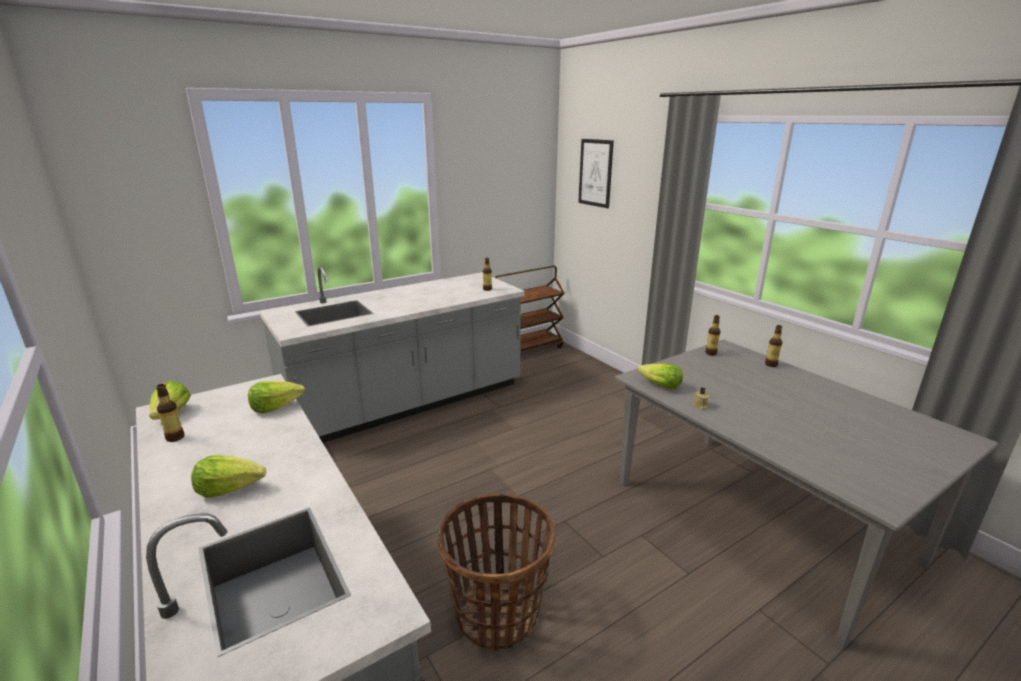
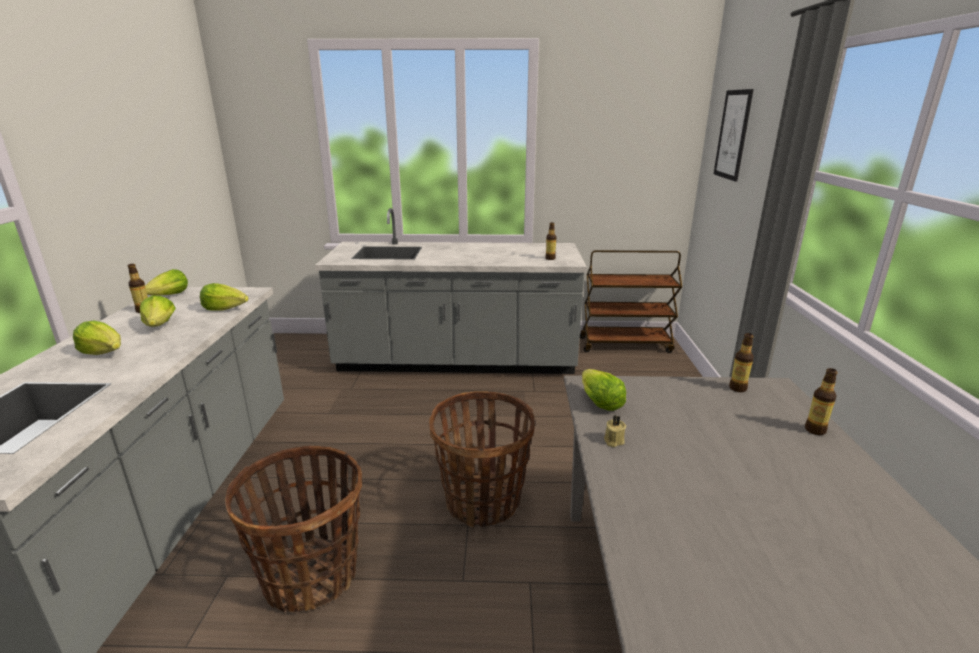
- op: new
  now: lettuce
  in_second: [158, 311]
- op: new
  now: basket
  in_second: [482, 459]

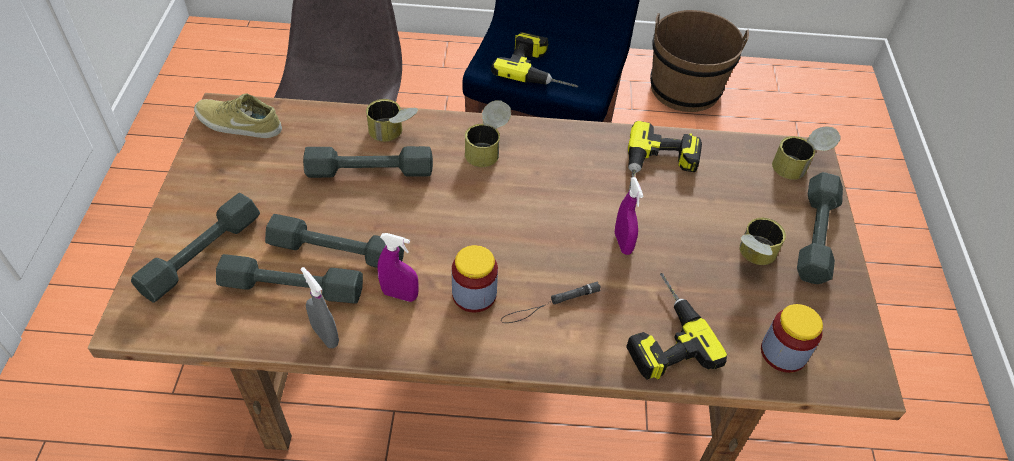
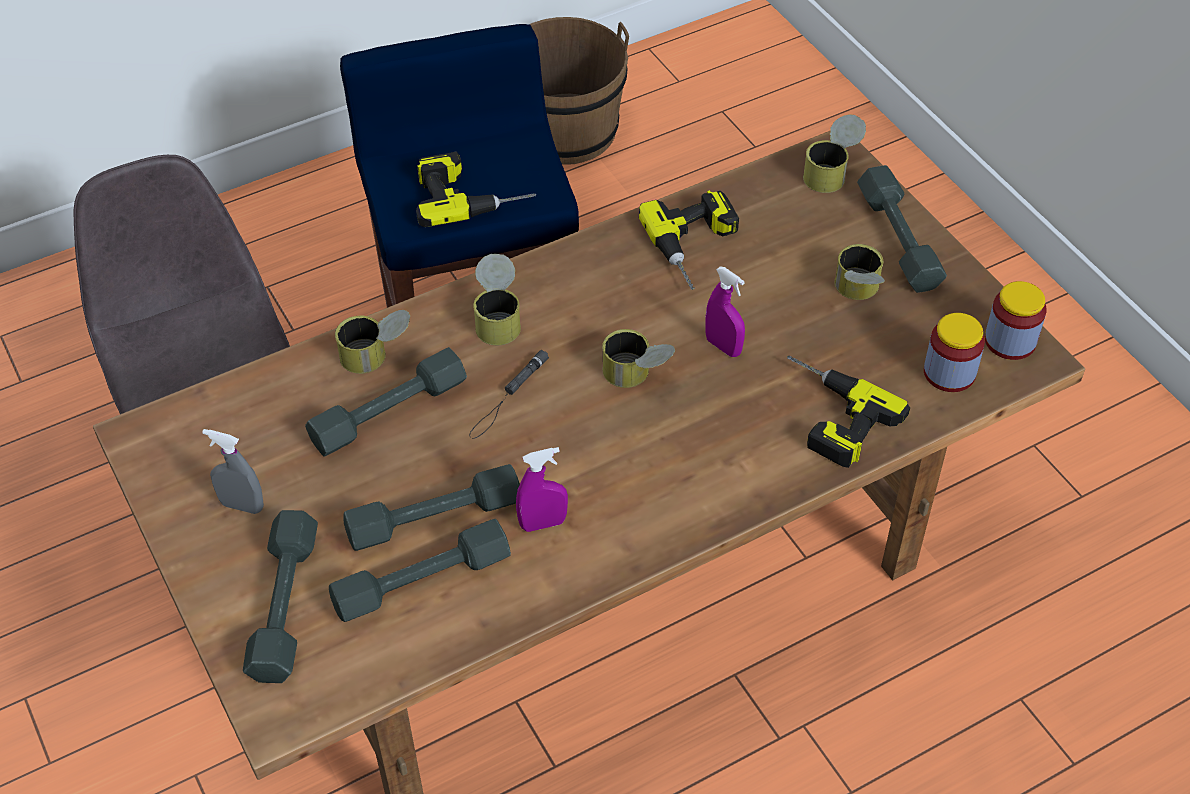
- op: gone
  was: shoe/beige
  in_first: [238, 115]
- op: shifted
  was: spray bottle/grey
  in_first: [320, 307]
  in_second: [233, 471]
- op: shifted
  was: jar
  in_first: [475, 278]
  in_second: [1016, 320]
- op: shifted
  was: flashlight/black
  in_first: [551, 302]
  in_second: [509, 394]
- op: new
  now: can
  in_second: [638, 358]

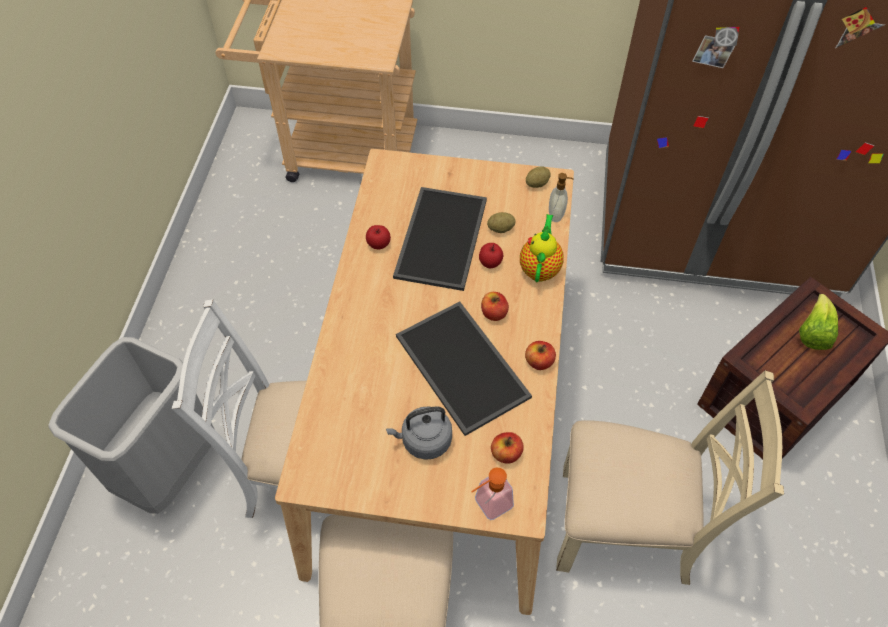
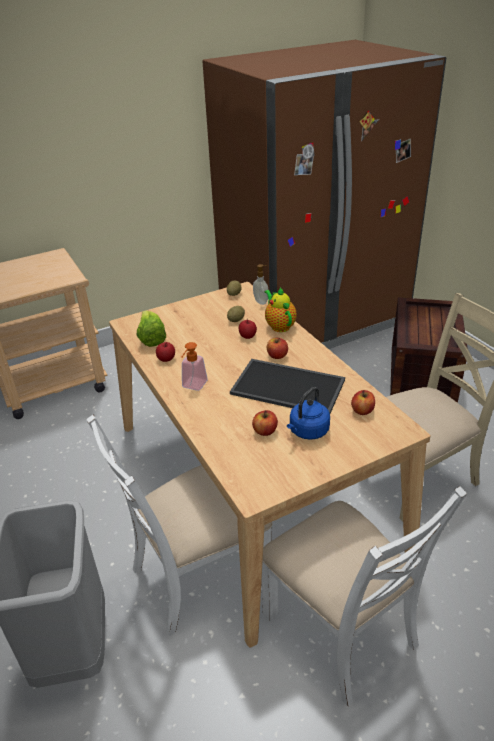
- op: repainted
  was: kettle/grey
  now: kettle/blue
  in_first: [419, 433]
  in_second: [308, 413]
- op: gone
  was: tray
  in_first: [440, 239]
- op: shifted
  was: soap dispenser
  in_first: [492, 494]
  in_second: [194, 366]
- op: shifted
  was: apple
  in_first: [540, 355]
  in_second: [265, 423]
- op: shifted
  was: lettuce
  in_first: [818, 322]
  in_second: [151, 328]

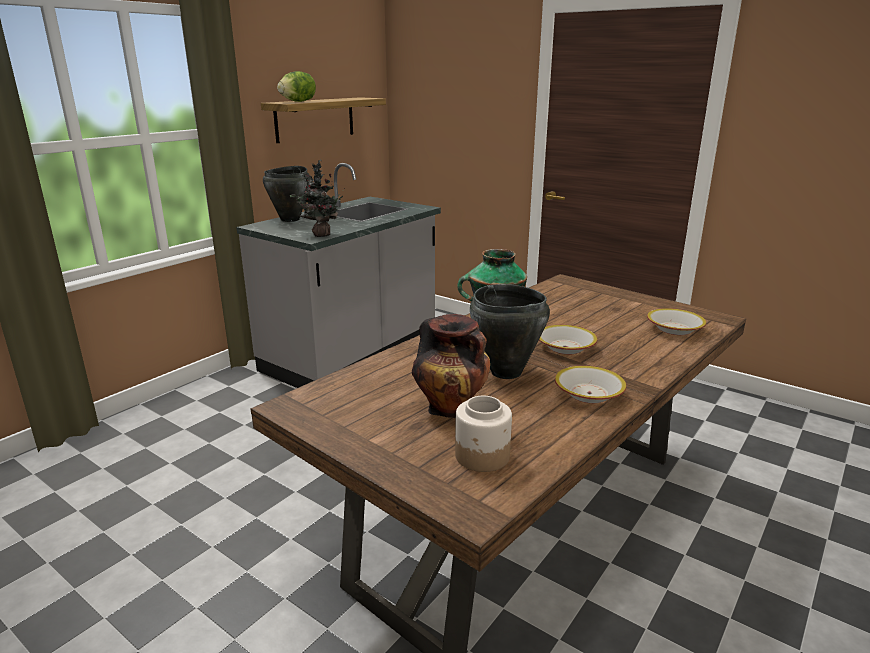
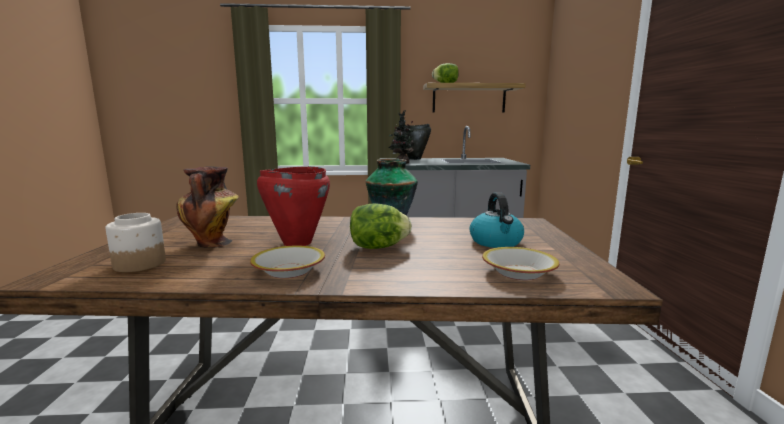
- op: repainted
  was: cooking pot/black
  now: cooking pot/red
  in_first: [510, 331]
  in_second: [293, 206]
- op: swapped
  was: bowl
  now: lettuce
  in_first: [568, 339]
  in_second: [381, 226]
- op: new
  now: kettle
  in_second: [497, 220]

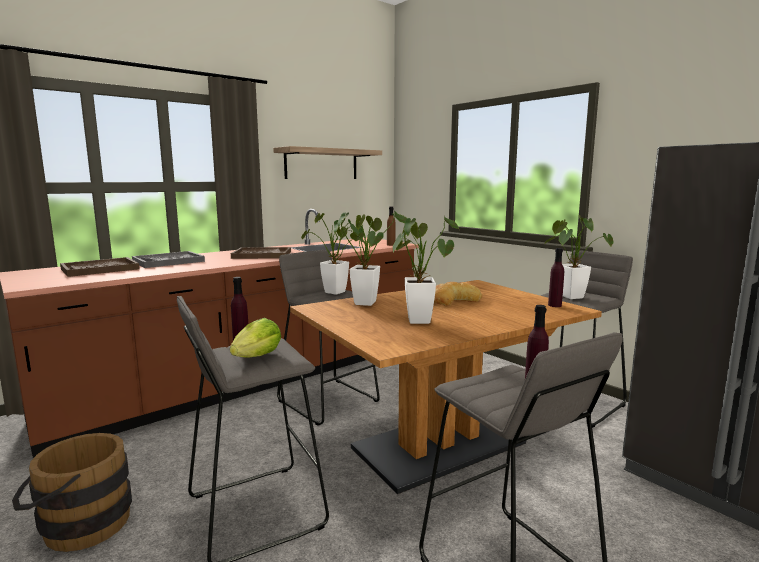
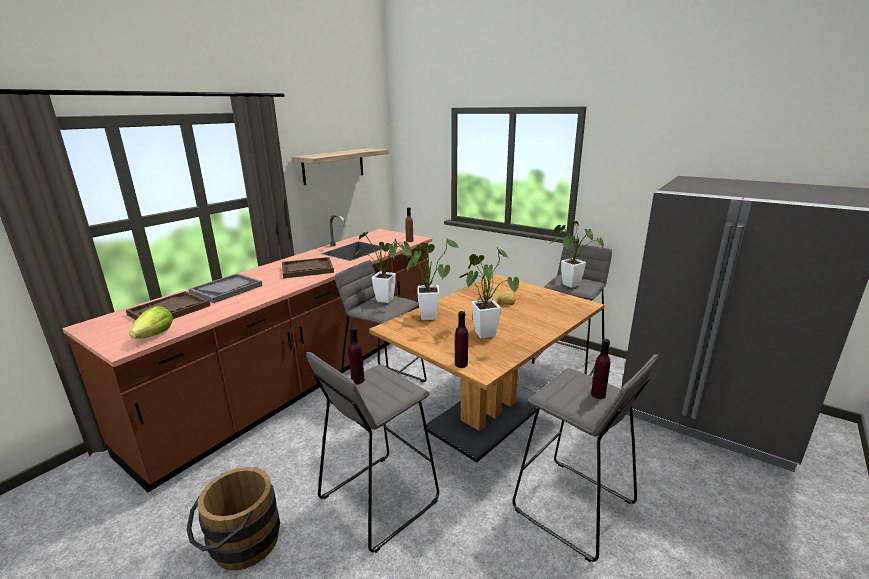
- op: shifted
  was: lettuce
  in_first: [255, 338]
  in_second: [151, 322]
- op: shifted
  was: bottle/purple
  in_first: [556, 277]
  in_second: [461, 339]

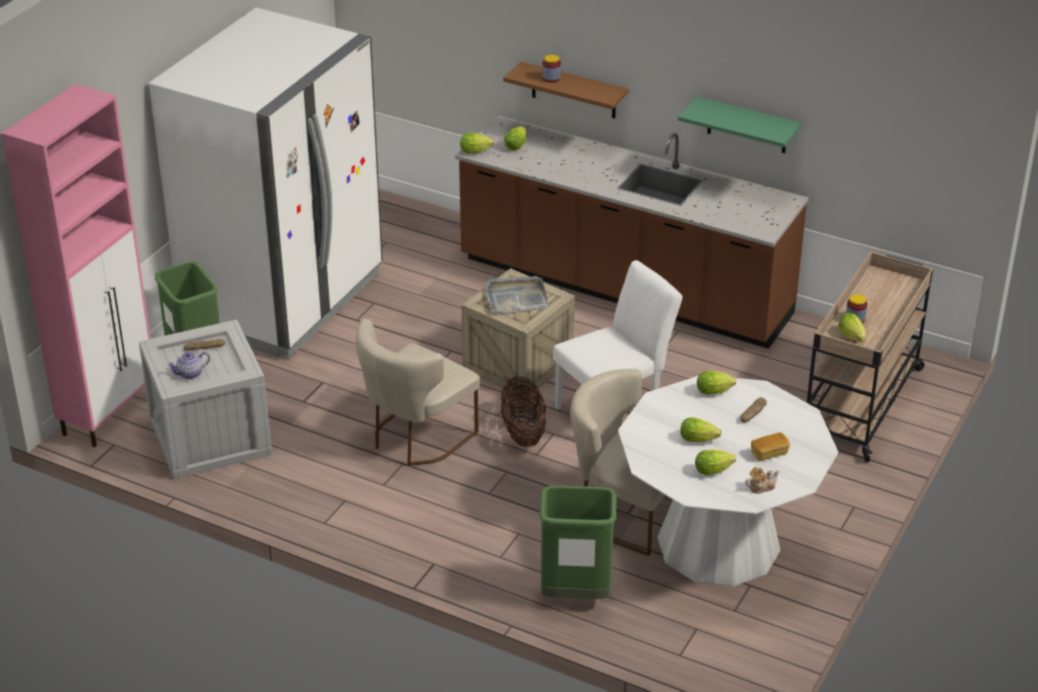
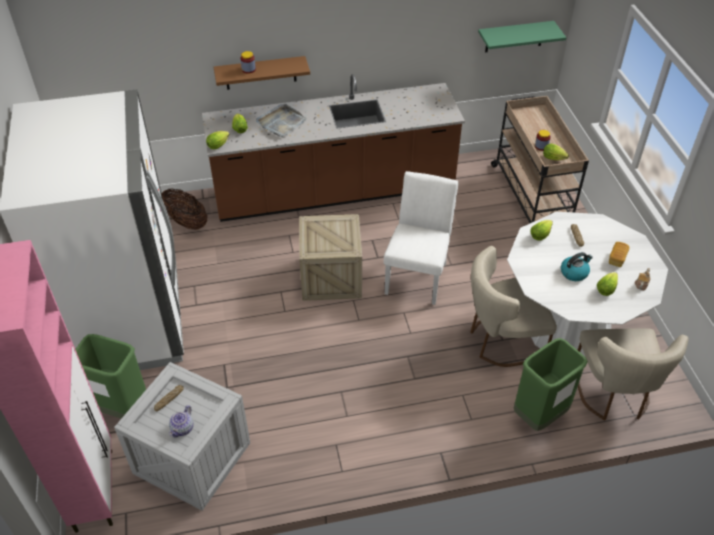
- op: shifted
  was: chair/beige
  in_first: [418, 392]
  in_second: [633, 374]
- op: shifted
  was: tray/grey
  in_first: [517, 294]
  in_second: [281, 120]
- op: shifted
  was: basket
  in_first: [523, 411]
  in_second: [184, 209]
- op: shifted
  was: shelf/green
  in_first: [740, 125]
  in_second: [522, 36]
- op: swapped
  was: lettuce
  now: kettle
  in_first: [701, 429]
  in_second: [577, 266]

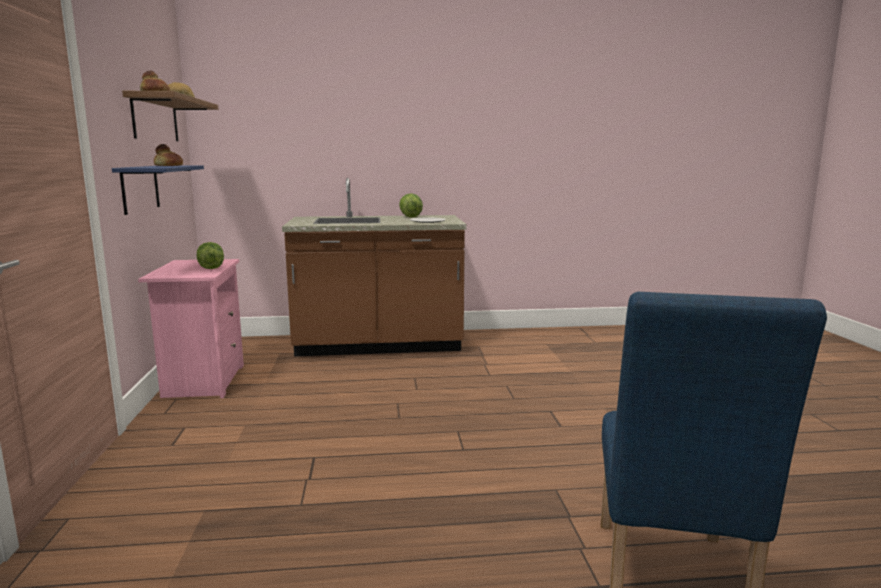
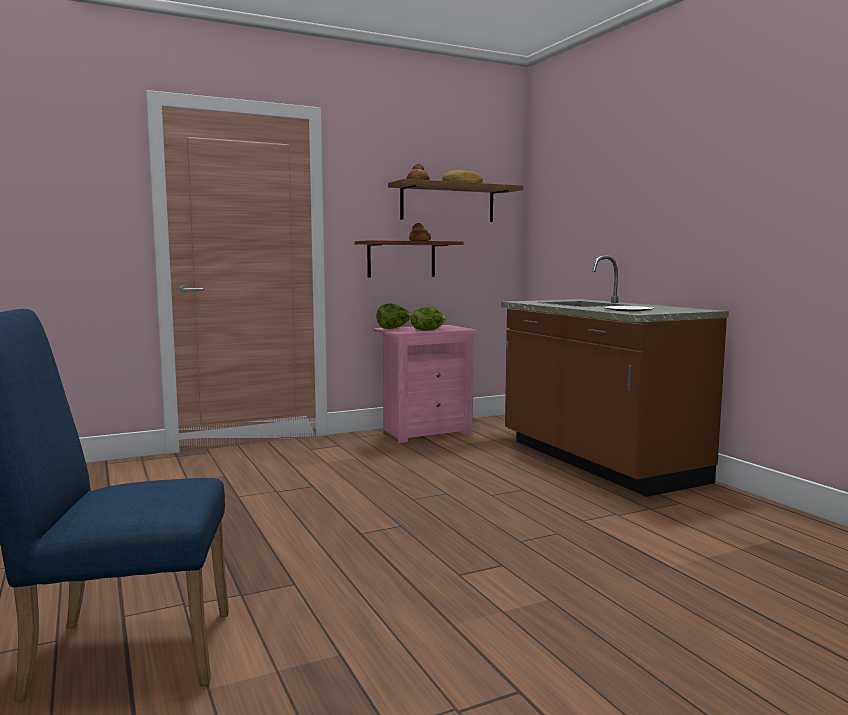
- op: repainted
  was: shelf/blue
  now: shelf/brown
  in_first: [158, 190]
  in_second: [409, 258]
- op: shifted
  was: lettuce
  in_first: [411, 205]
  in_second: [394, 316]

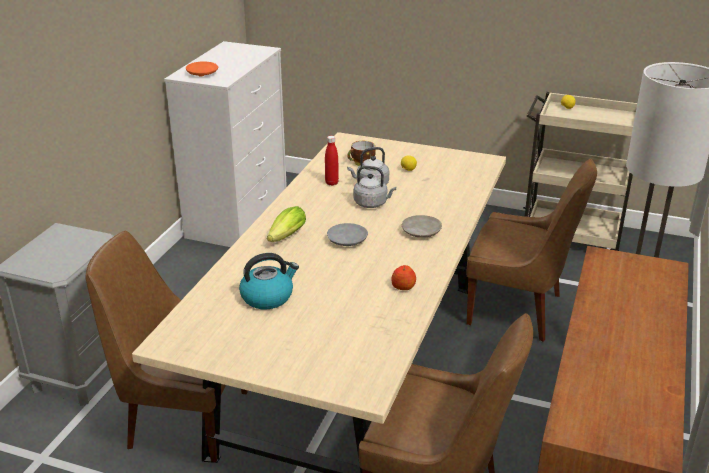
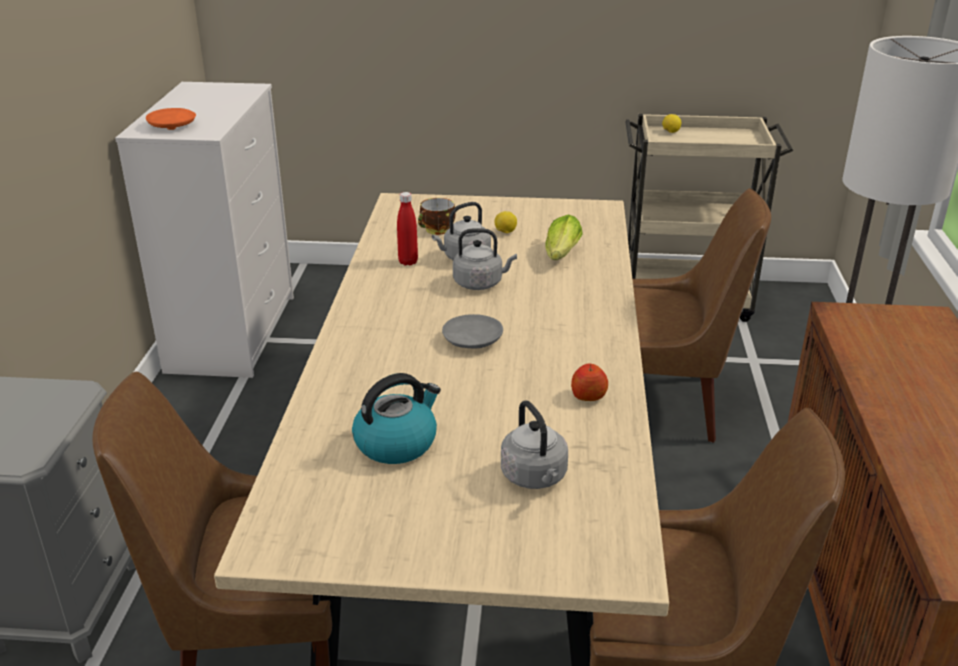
- op: shifted
  was: lettuce
  in_first: [286, 224]
  in_second: [564, 237]
- op: gone
  was: plate/beige
  in_first: [422, 226]
- op: new
  now: kettle/grey
  in_second: [534, 444]

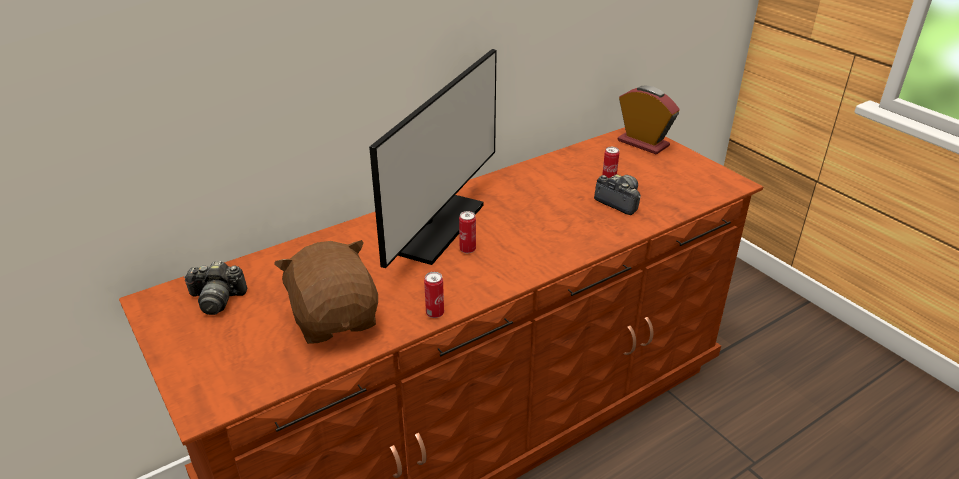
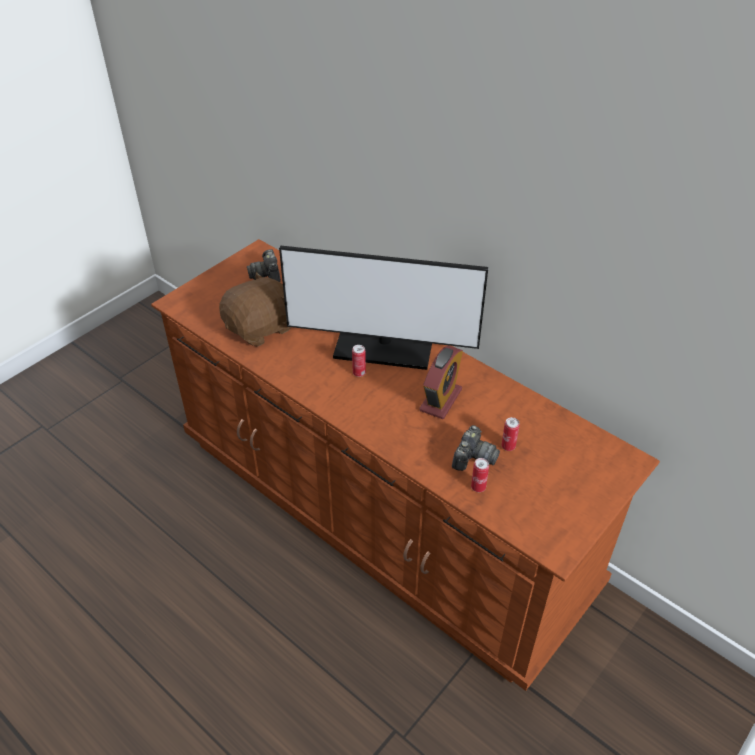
- op: shifted
  was: can
  in_first: [434, 295]
  in_second: [480, 475]
- op: shifted
  was: alarm clock
  in_first: [648, 120]
  in_second: [441, 382]

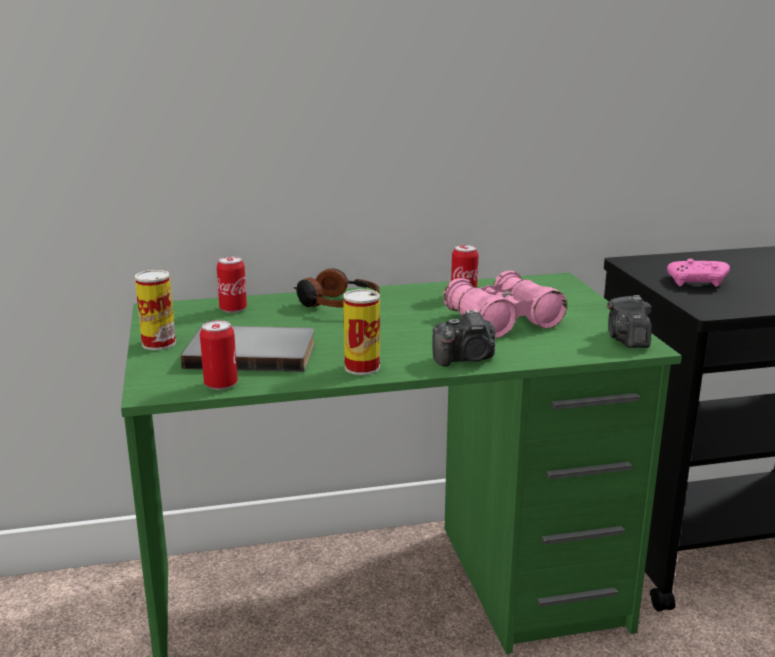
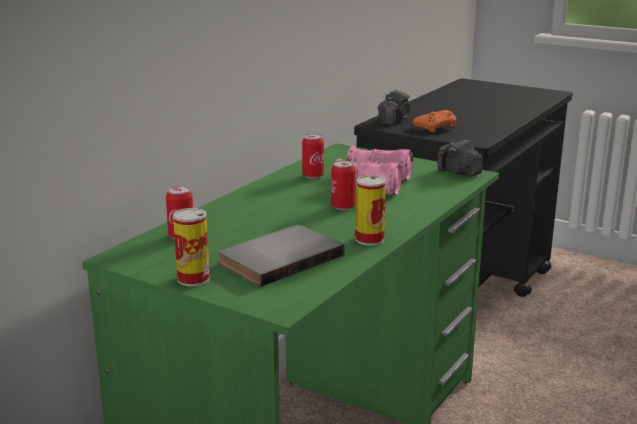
- op: shifted
  was: can
  in_first: [219, 355]
  in_second: [343, 185]
- op: gone
  was: headphones
  in_first: [337, 288]
- op: shifted
  was: photo camera
  in_first: [464, 337]
  in_second: [394, 107]
- op: repainted
  was: game controller/pink
  now: game controller/orange
  in_first: [698, 272]
  in_second: [434, 121]

